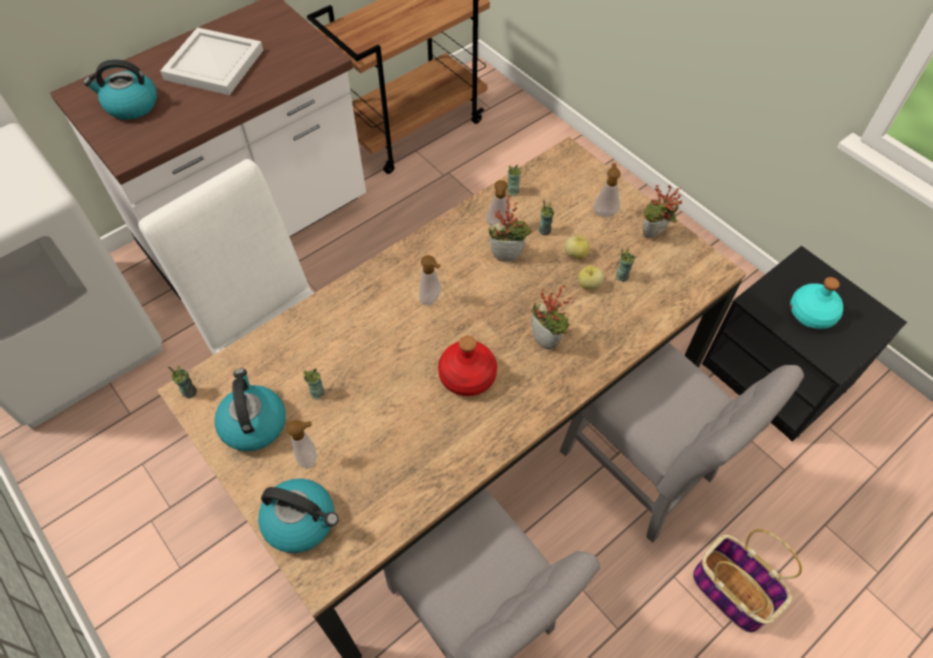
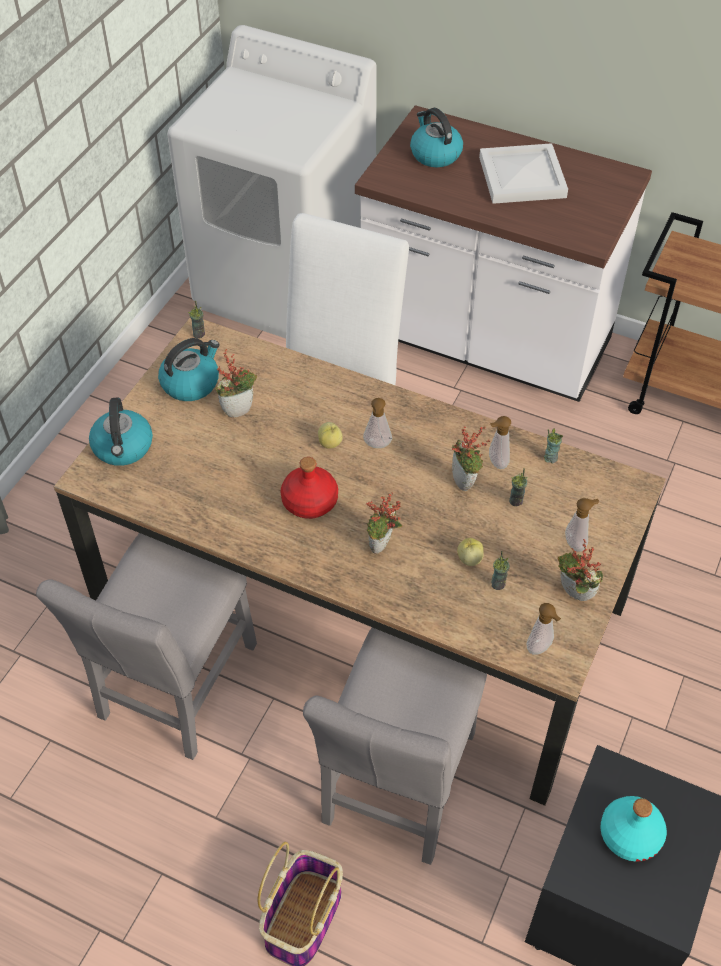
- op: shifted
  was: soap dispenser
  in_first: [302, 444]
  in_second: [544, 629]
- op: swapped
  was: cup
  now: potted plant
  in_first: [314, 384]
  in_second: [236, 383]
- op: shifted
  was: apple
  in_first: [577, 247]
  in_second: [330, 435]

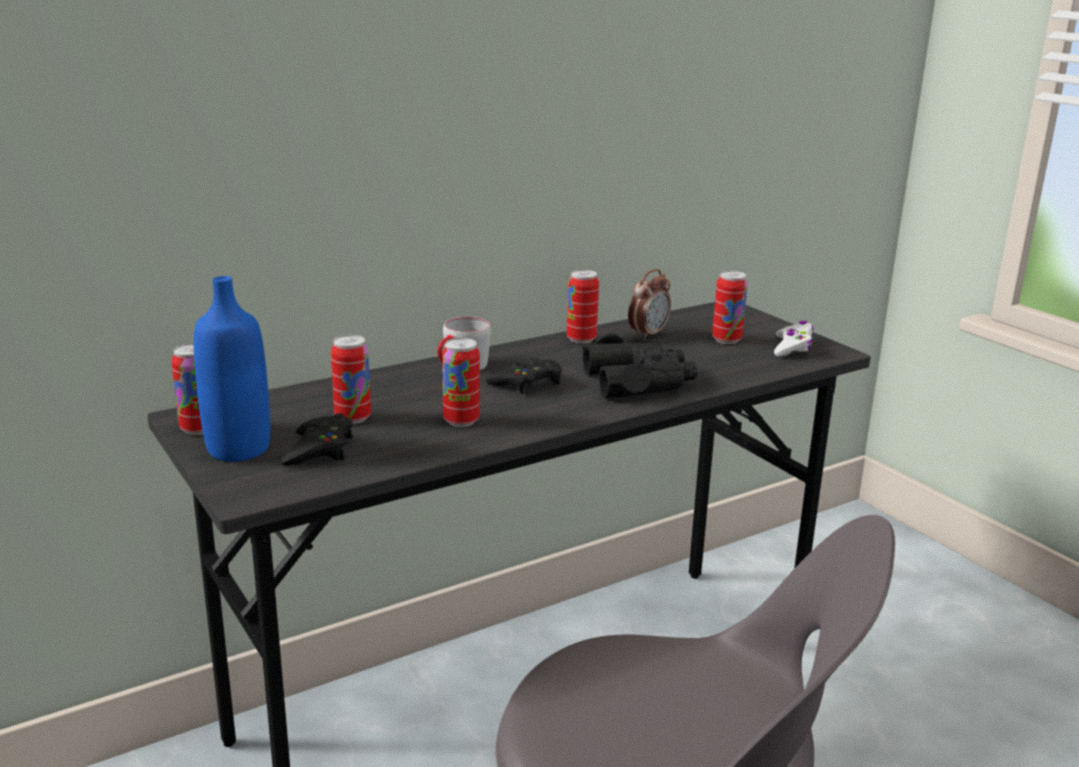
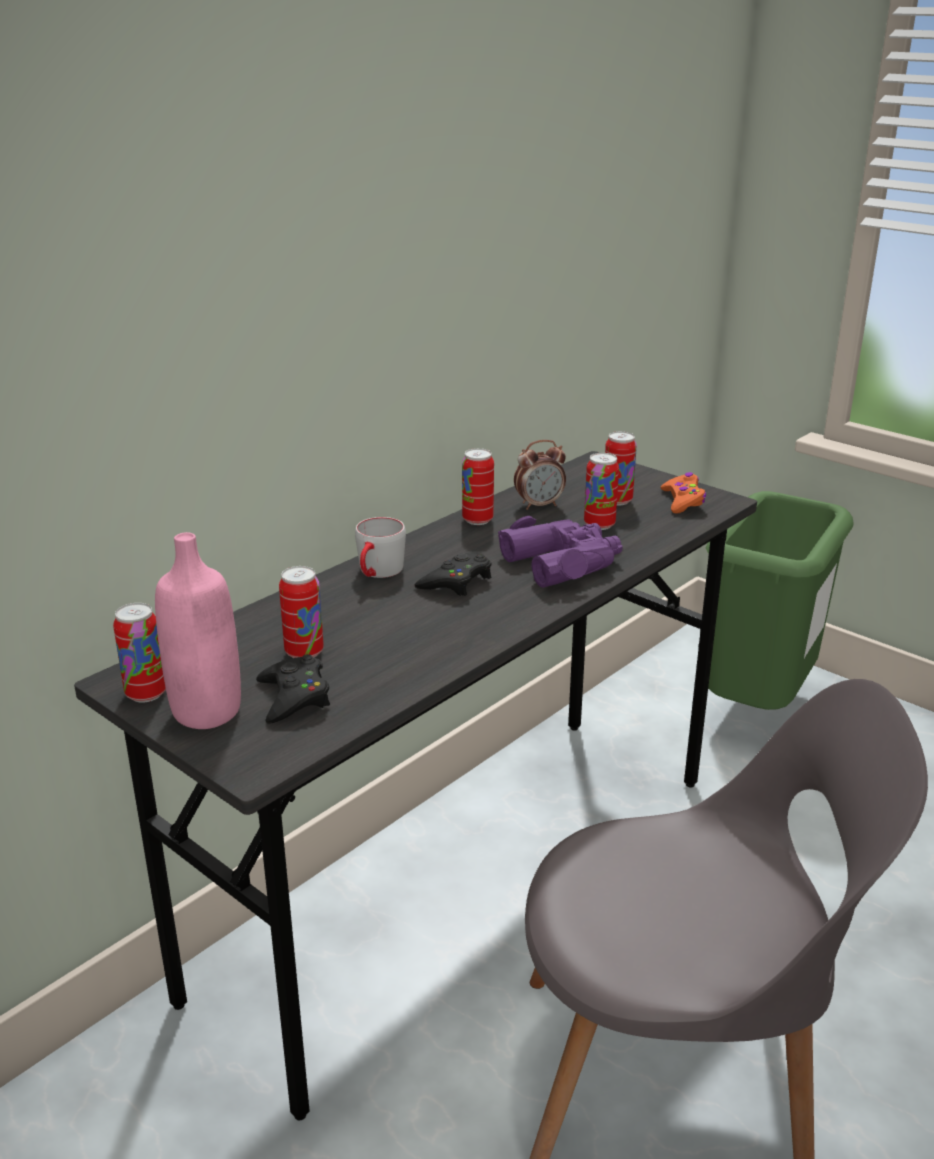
- op: repainted
  was: bottle/blue
  now: bottle/pink
  in_first: [232, 369]
  in_second: [198, 630]
- op: shifted
  was: can
  in_first: [461, 382]
  in_second: [601, 491]
- op: repainted
  was: binoculars/black
  now: binoculars/purple
  in_first: [639, 365]
  in_second: [560, 552]
- op: rotated
  was: alarm clock
  in_first: [649, 304]
  in_second: [540, 475]
  clockwise: 45
- op: repainted
  was: game controller/white
  now: game controller/orange
  in_first: [793, 339]
  in_second: [683, 492]
- op: new
  now: trash can/green
  in_second: [780, 600]

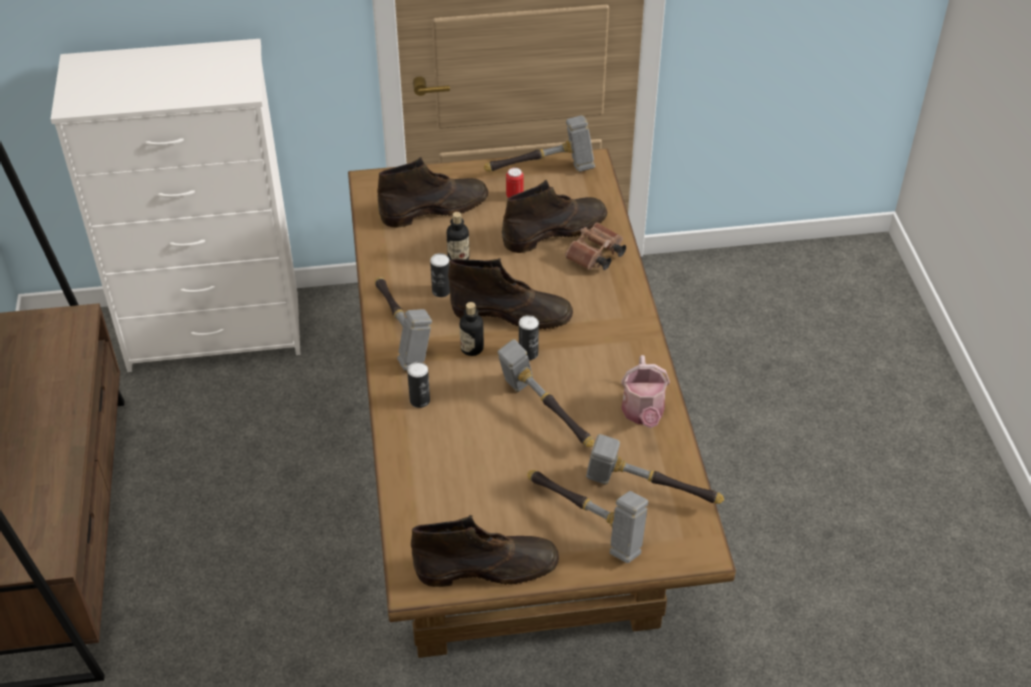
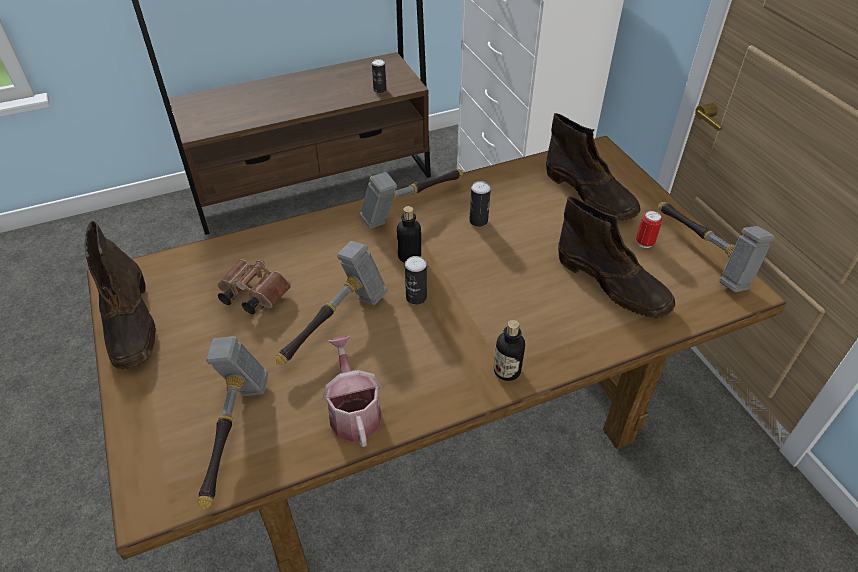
- op: shifted
  was: can
  in_first: [418, 385]
  in_second: [379, 76]
- op: shifted
  was: bottle
  in_first: [458, 236]
  in_second: [509, 350]
- op: gone
  was: boot/brown
  in_first: [510, 294]
- op: gone
  was: hammer
  in_first: [587, 516]
- op: shifted
  was: binoculars/brown
  in_first: [595, 246]
  in_second: [254, 286]
- op: rotated
  was: watering can
  in_first: [645, 391]
  in_second: [352, 391]
  clockwise: 90

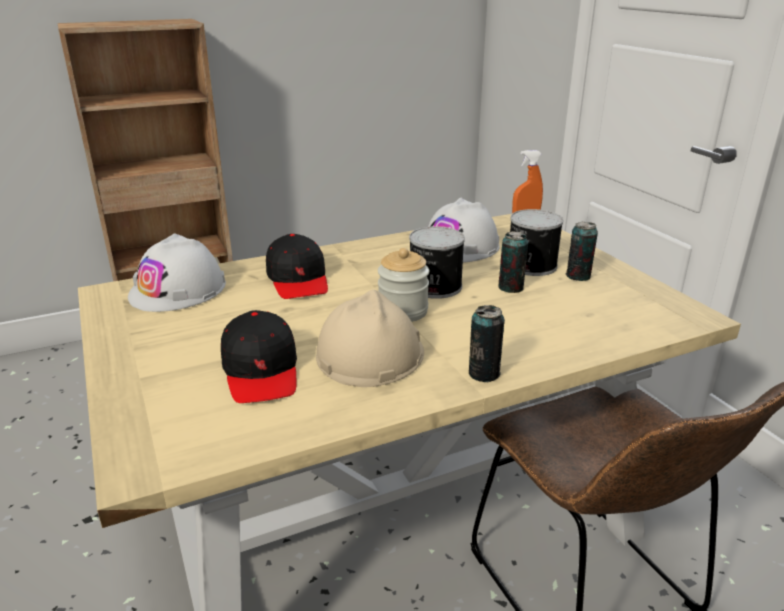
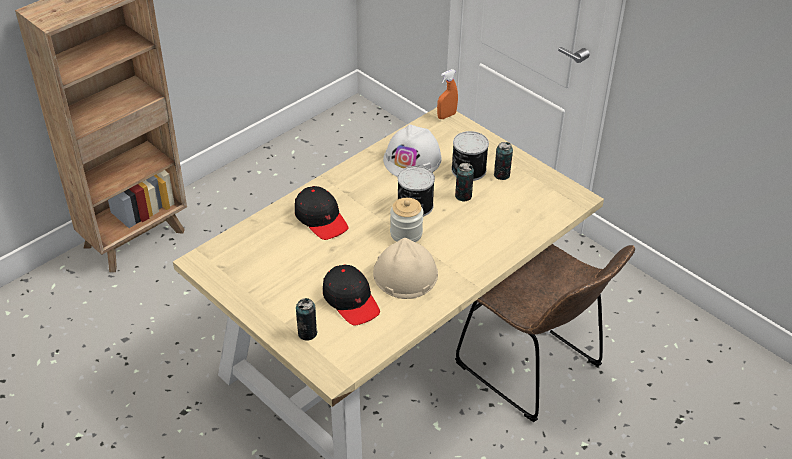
- op: gone
  was: hard hat/white
  in_first: [177, 273]
- op: shifted
  was: can
  in_first: [487, 343]
  in_second: [306, 319]

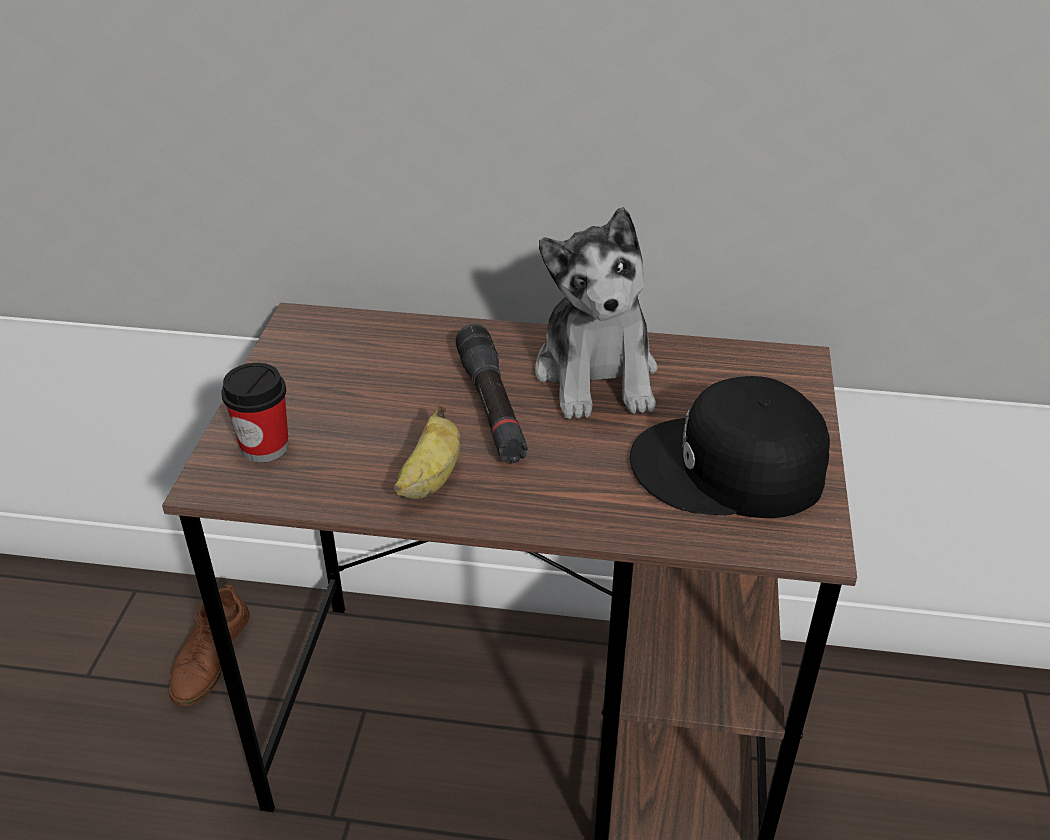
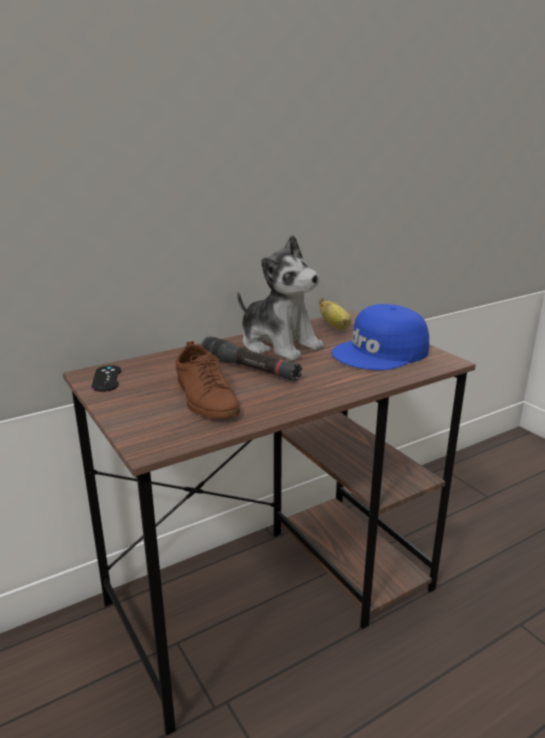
- op: shifted
  was: shoe/brown
  in_first: [209, 645]
  in_second: [207, 379]
- op: gone
  was: cup
  in_first: [255, 413]
- op: shifted
  was: banana
  in_first: [426, 452]
  in_second: [335, 314]
- op: repainted
  was: cap/black
  now: cap/blue
  in_first: [729, 447]
  in_second: [380, 337]
- op: new
  now: game controller/black
  in_second: [106, 378]

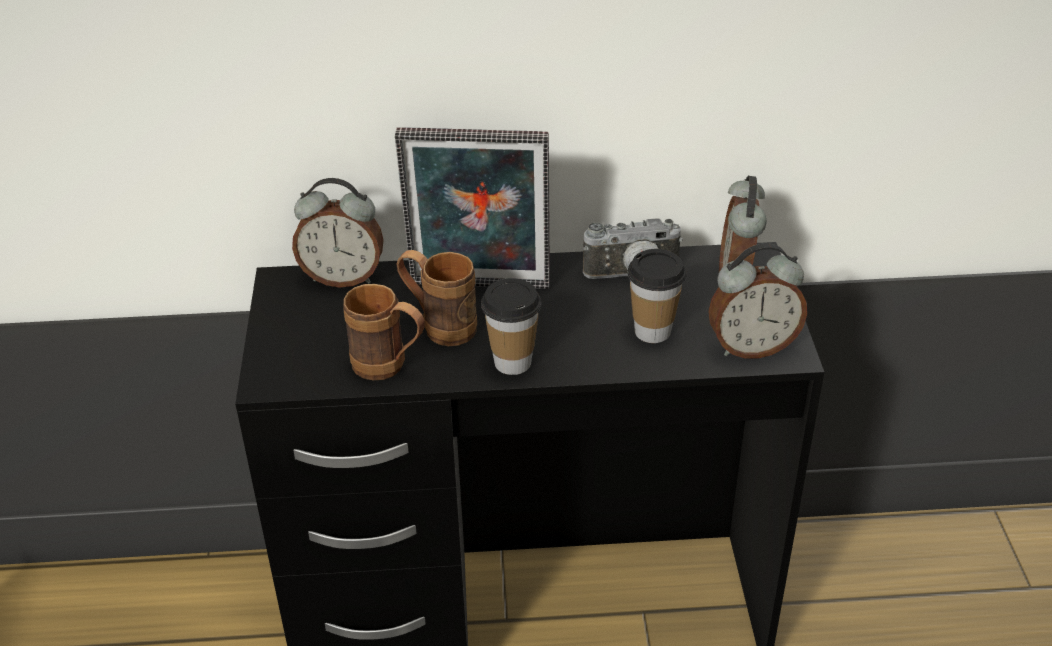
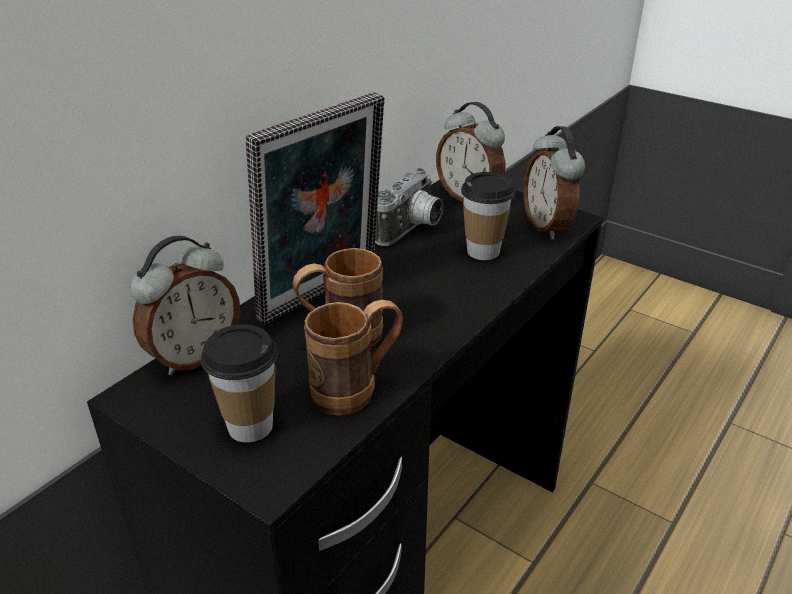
- op: shifted
  was: cup
  in_first: [511, 326]
  in_second: [239, 383]
- op: rotated
  was: alarm clock
  in_first: [757, 300]
  in_second: [554, 182]
  clockwise: 135

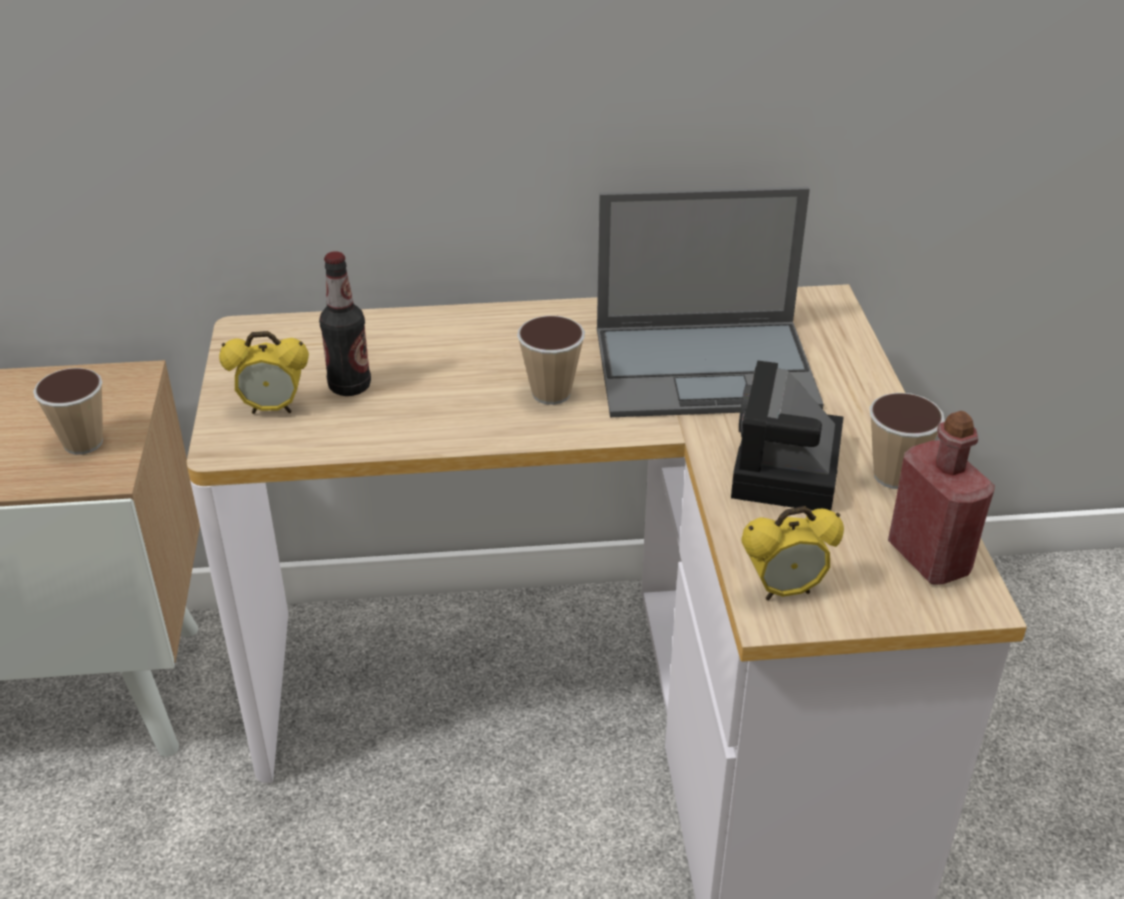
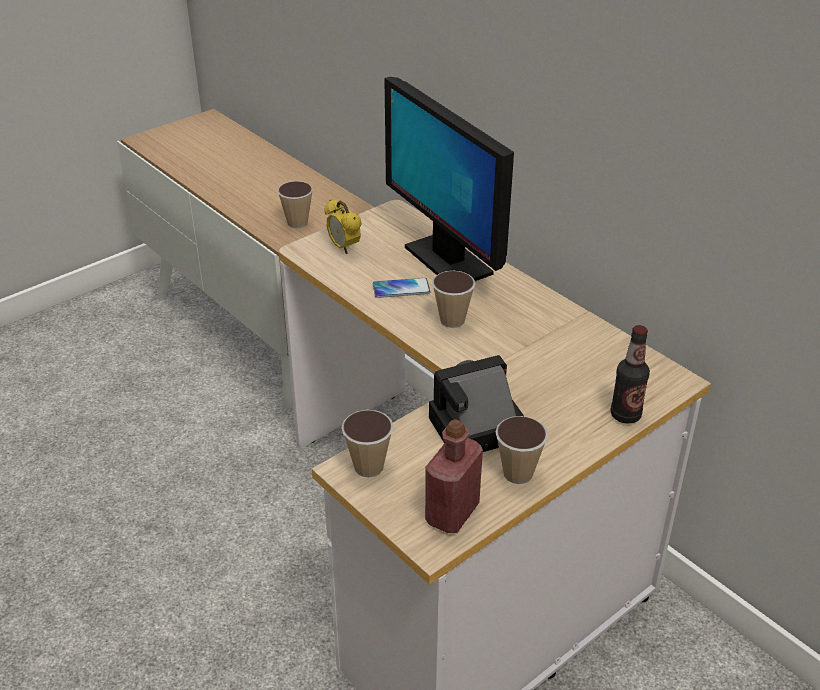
- op: shifted
  was: bottle
  in_first: [345, 323]
  in_second: [630, 374]
- op: gone
  was: laptop
  in_first: [710, 302]
- op: swapped
  was: alarm clock
  now: cup
  in_first: [792, 553]
  in_second: [368, 443]
- op: new
  now: phone
  in_second: [401, 288]
- op: new
  now: monitor
  in_second: [449, 179]

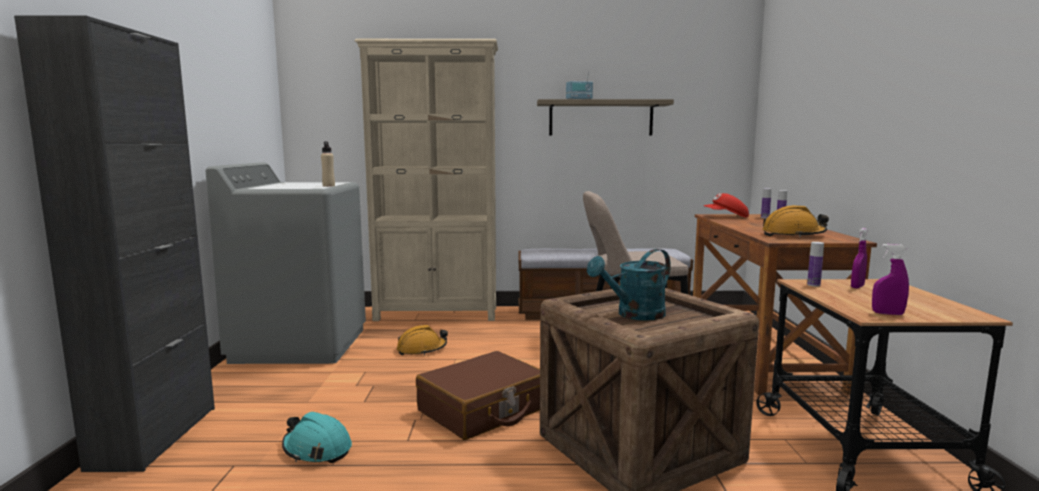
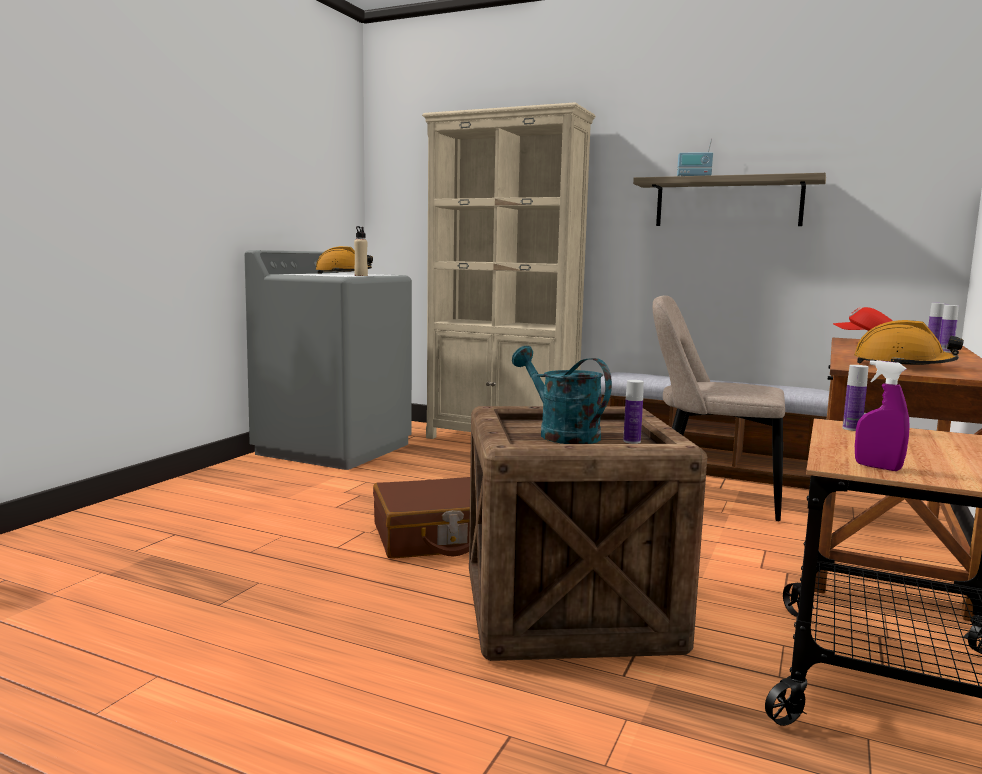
- op: gone
  was: cabinet/black
  in_first: [114, 243]
- op: gone
  was: hard hat/turquoise
  in_first: [317, 437]
- op: shifted
  was: hard hat/orange
  in_first: [422, 340]
  in_second: [344, 260]
- op: rotated
  was: watering can/turquoise
  in_first: [629, 285]
  in_second: [562, 395]
  clockwise: 60
- op: gone
  was: spray bottle/purple
  in_first: [859, 258]
- op: new
  now: bottle
  in_second: [633, 412]

